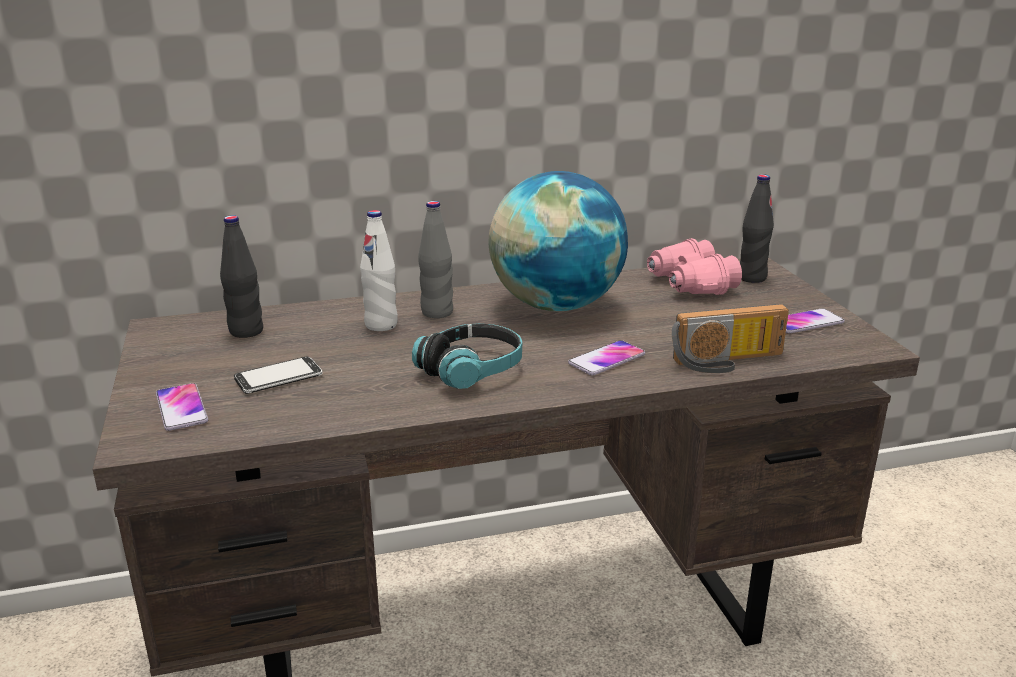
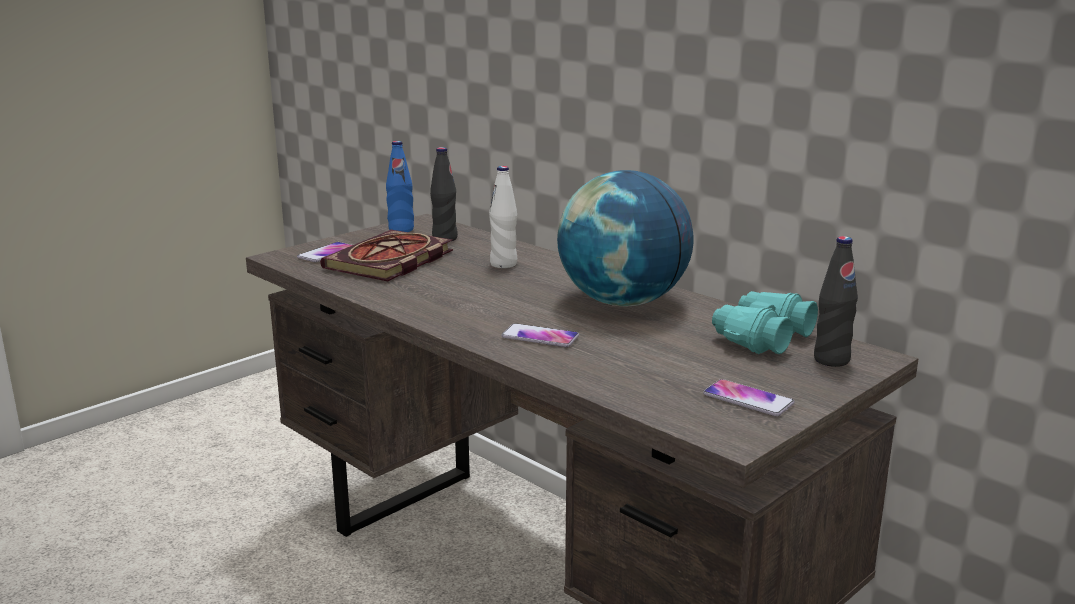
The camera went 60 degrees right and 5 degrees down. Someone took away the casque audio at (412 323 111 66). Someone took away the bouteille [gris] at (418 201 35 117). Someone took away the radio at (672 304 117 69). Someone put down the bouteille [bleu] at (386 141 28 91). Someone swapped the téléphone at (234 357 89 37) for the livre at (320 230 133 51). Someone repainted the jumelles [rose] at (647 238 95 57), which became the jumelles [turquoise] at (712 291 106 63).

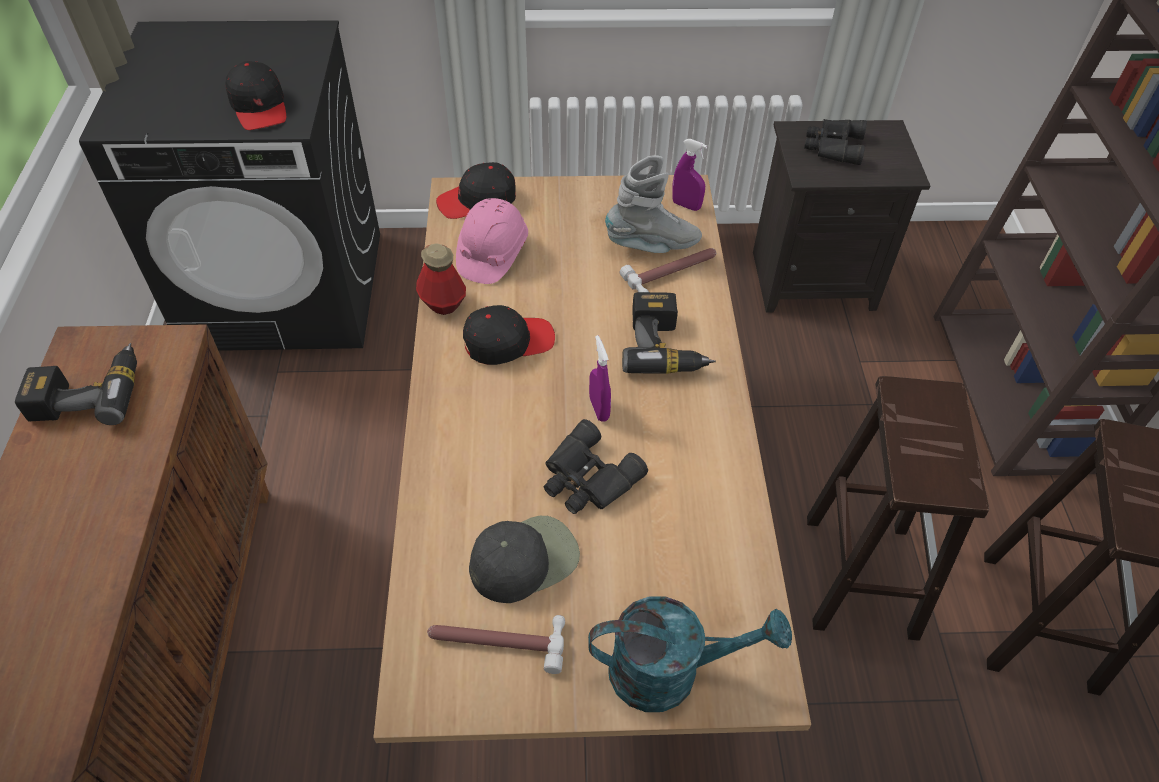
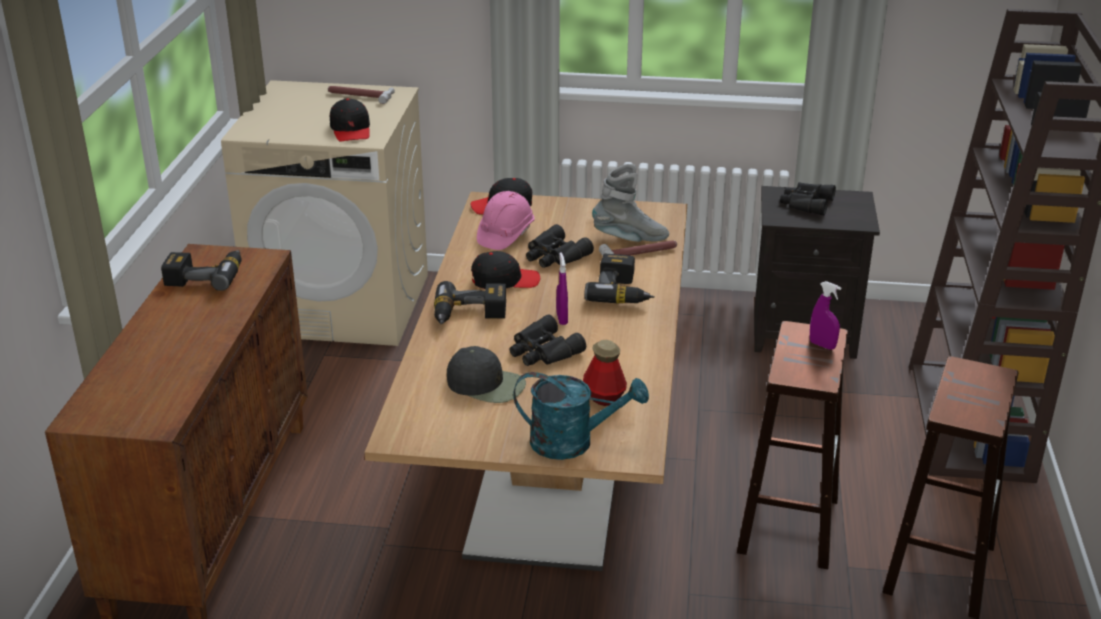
The camera went 10 degrees right and 20 degrees down. Someone put down the perceuse at (434 281 72 43). Someone put down the jumelles [noir] at (526 224 68 44). Someone carried the bouteille from (416 243 50 72) to (583 340 44 66). Someone carried the marteau from (427 615 138 59) to (328 86 67 18). Someone carried the vaporisateur [violet] from (672 139 35 72) to (810 281 31 69). Someone repainted the lave-linge [noir] at (79 20 301 331), which became the lave-linge [beige] at (221 80 207 266). Someone rotated the casquette [noir] at (469 516 111 87) by 45 degrees clockwise.

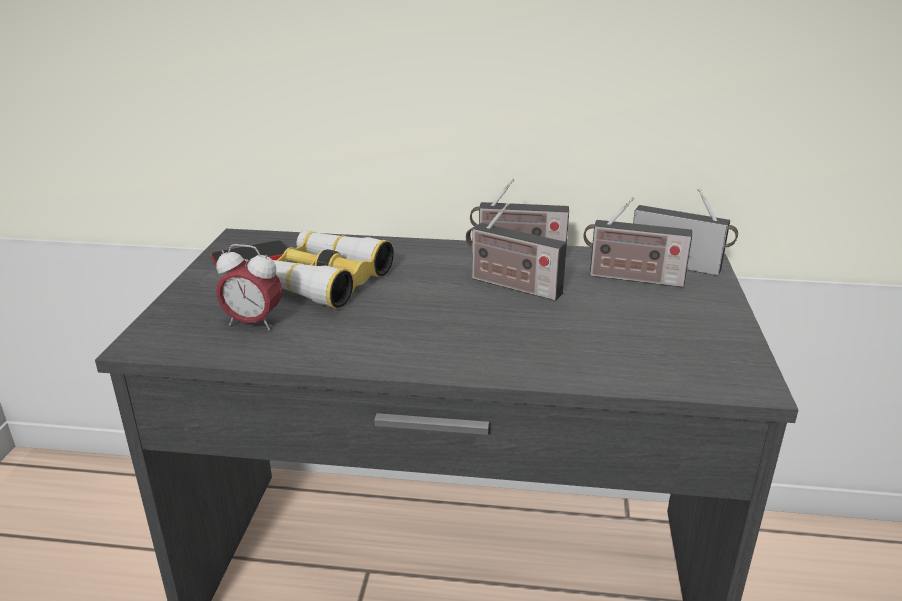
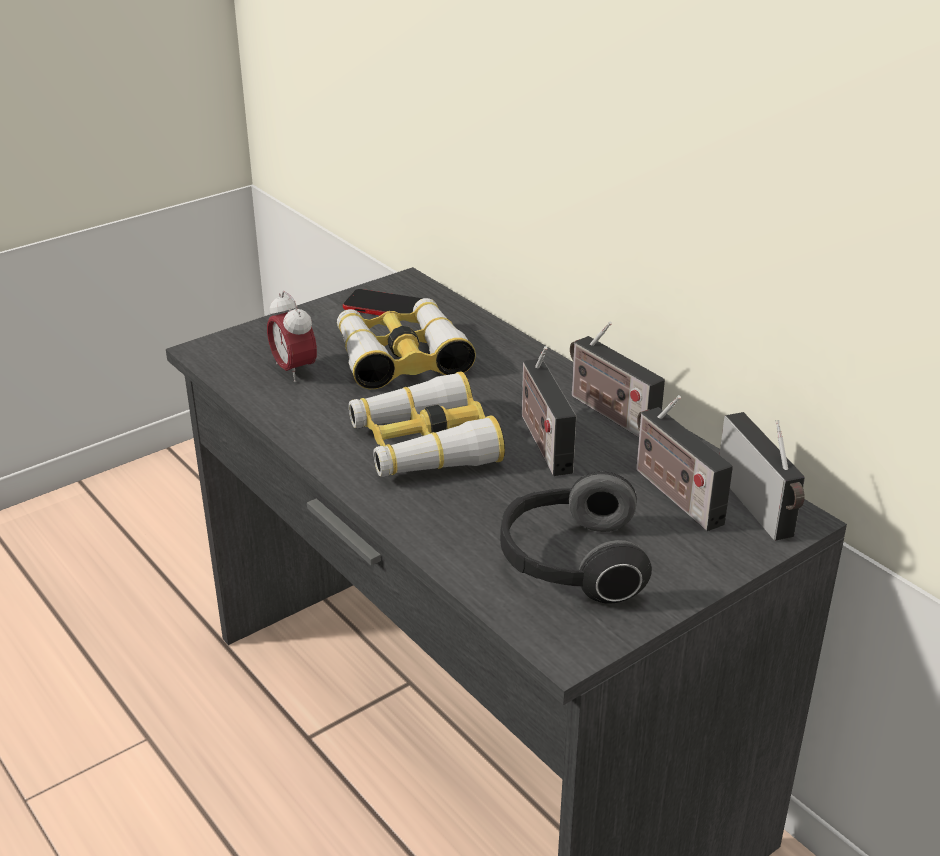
The camera went 45 degrees right and 5 degrees up. Someone put down the jumelles at (349 372 156 105). Someone put down the casque audio at (500 471 152 132).

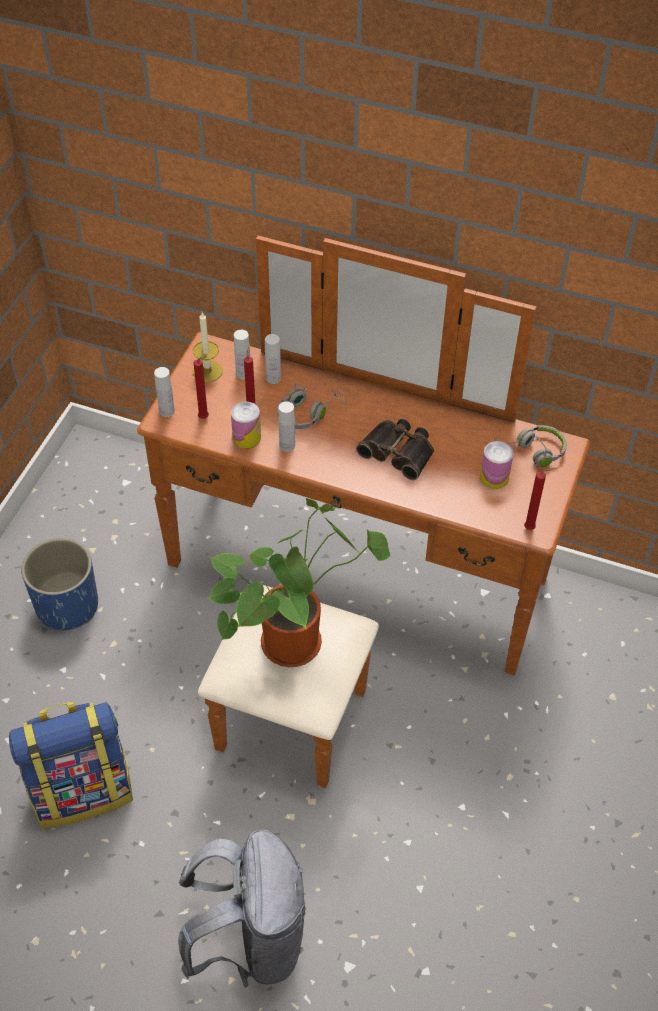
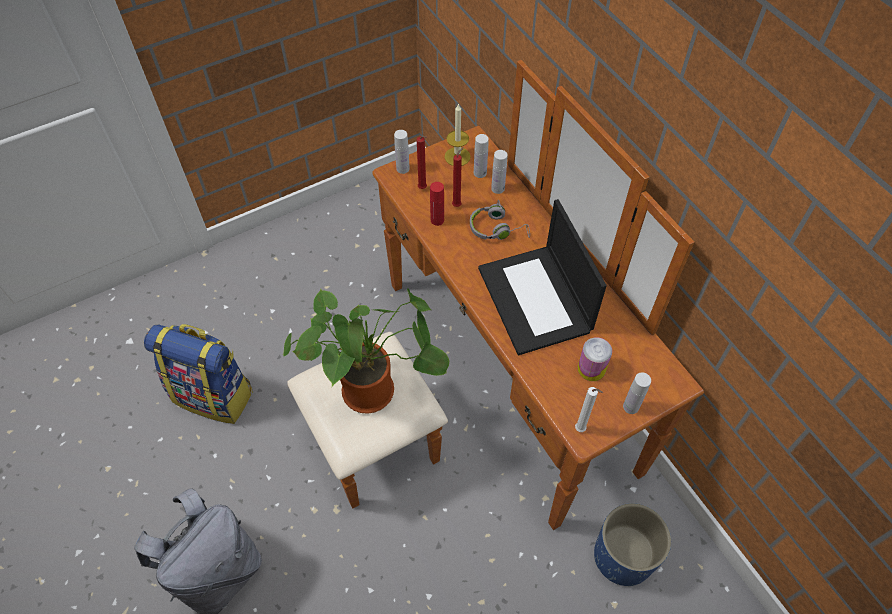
The camera went 40 degrees right and 5 degrees up. Someone took away the casque audio [gris] at (494 425 73 42). Someone carried the cache-pot [bleu] from (21 538 77 92) to (594 503 77 83). Someone carried the bouteille [blanc] from (278 401 17 51) to (623 373 28 41). Someone swapped the boîte métallique at (231 402 30 47) for the bouteille [rouge] at (430 182 14 44). Someone swapped the jumelles at (356 419 78 61) for the ordinateur portable at (478 199 129 156). Someone repainted the bougie [rouge] at (524 469 28 61), which became the bougie [blanc] at (575 387 28 45).

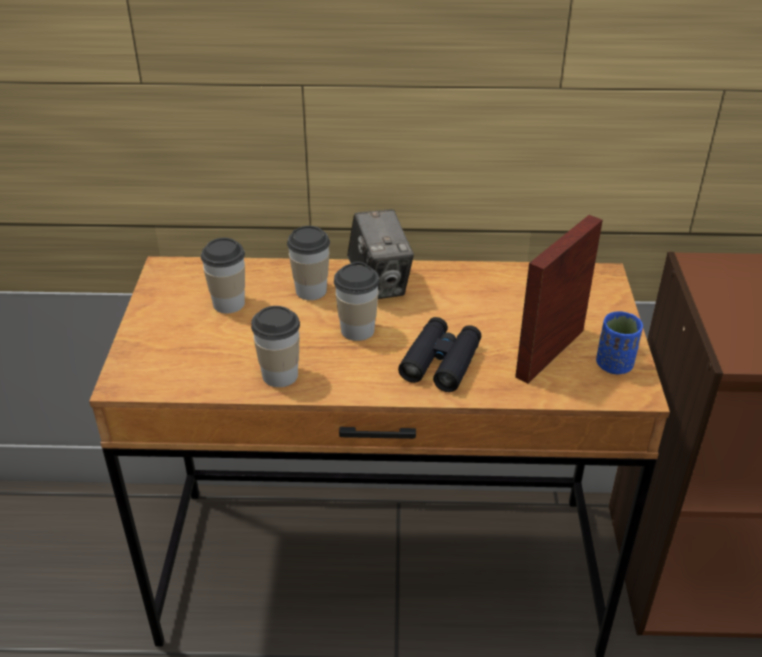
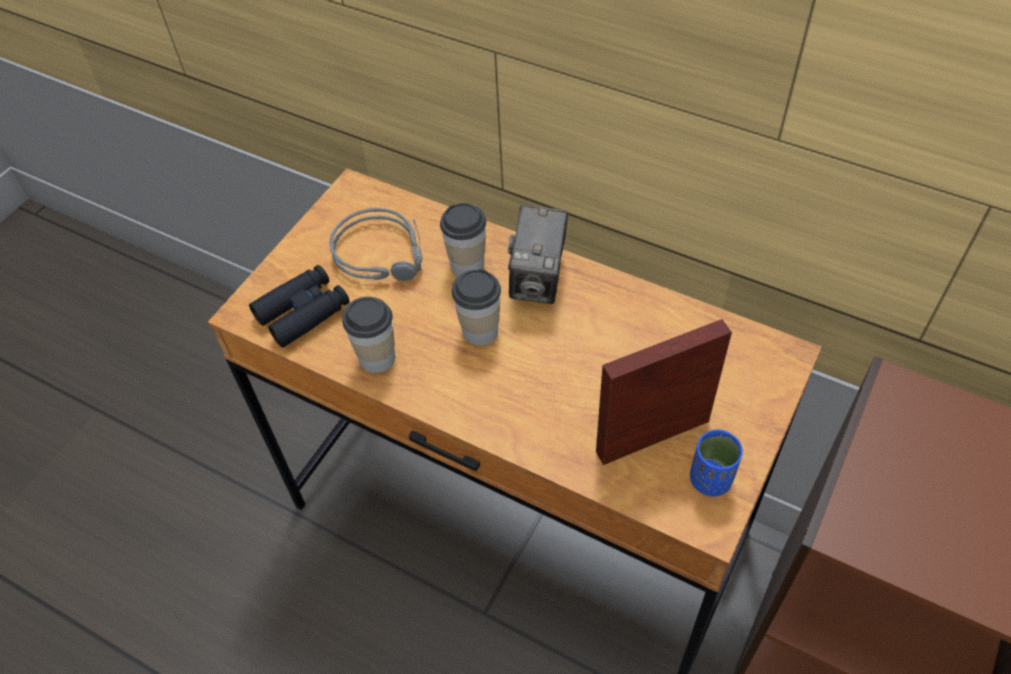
The camera went 30 degrees right and 15 degrees up. Someone carried the jumelles [noir] from (398 317 84 75) to (249 265 101 83). Someone swapped the tasse at (201 238 44 75) for the casque audio [gris] at (329 208 94 73).

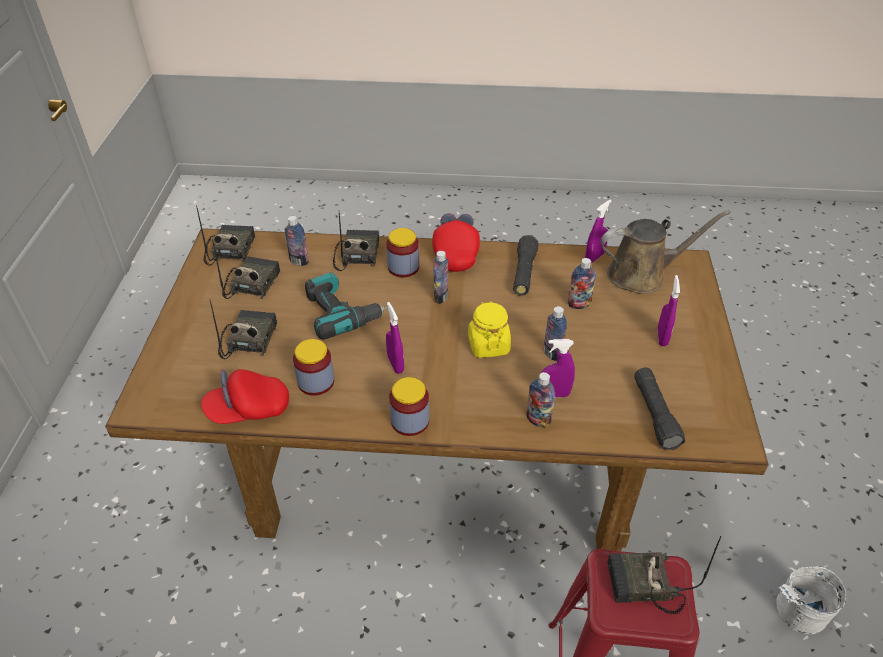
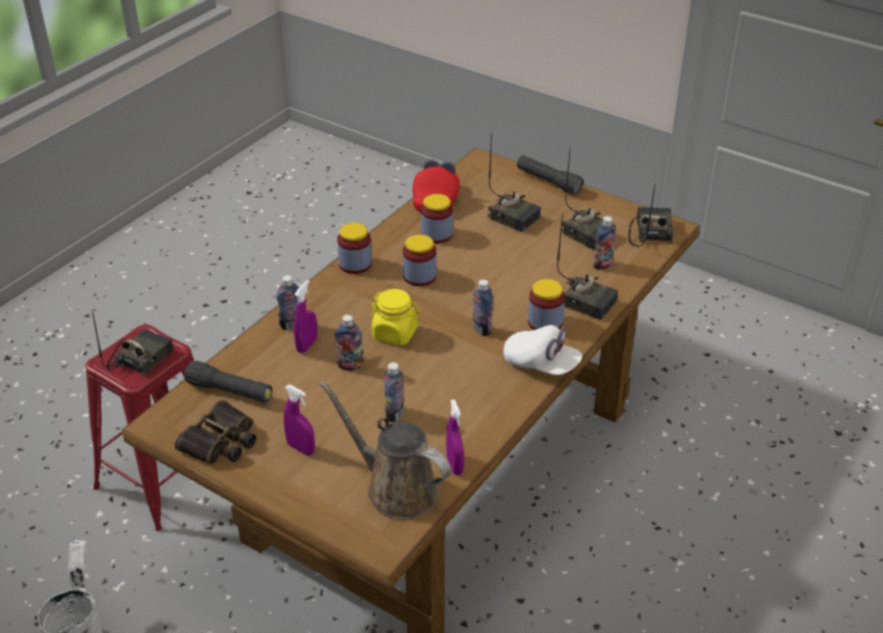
The camera went 120 degrees right and 5 degrees down. Someone took away the perceuse at (305 272 83 68). Someone put down the jumelles at (175 400 81 65). Someone carried the lampe de poche [noir] from (513 235 25 61) to (517 155 67 40). Someone swapped the vaporisateur [violet] at (386 302 18 72) for the bocal at (403 234 34 52). Someone repainted the casquette [rouge] at (432 213 48 59), which became the casquette [blanc] at (503 325 79 50). Someone rotated the radio at (196 205 59 61) by 120 degrees counterclockwise. Someone rotated the arrosoir [marron] at (601 210 130 84) by 105 degrees clockwise.

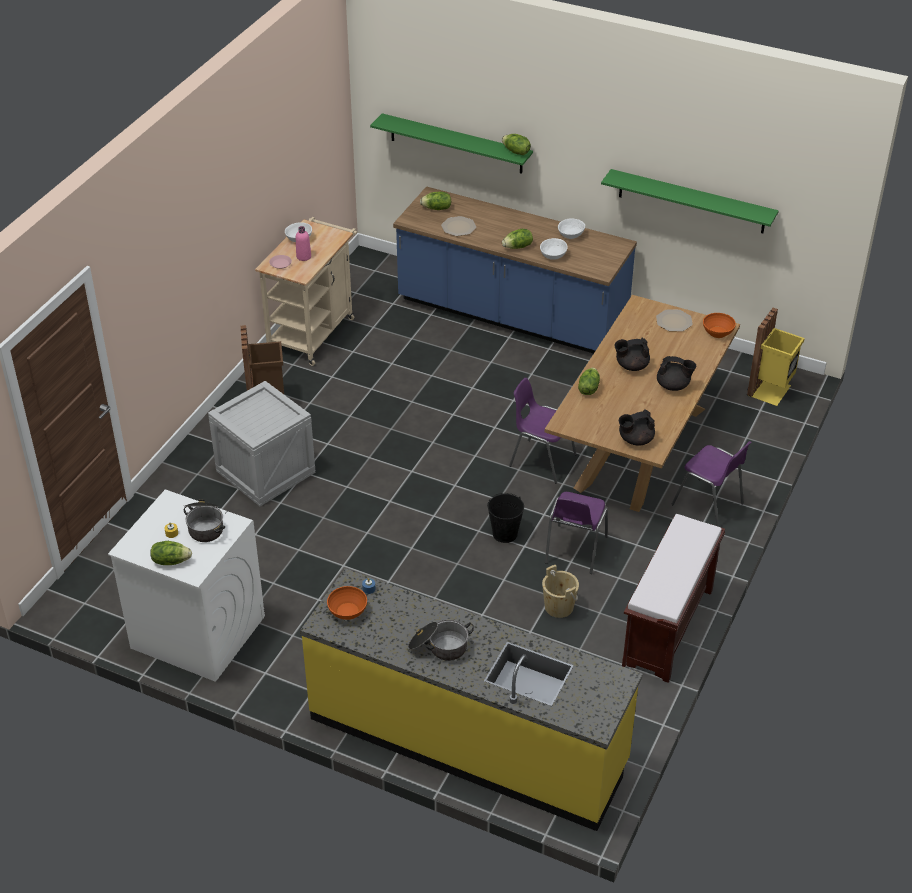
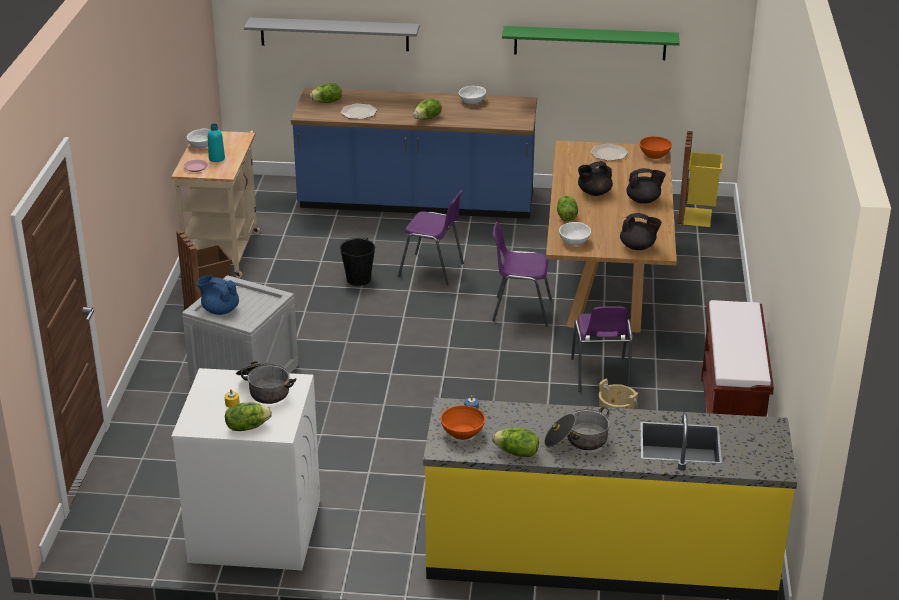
The camera went 20 degrees left and 10 degrees down. Someone put down the théière [bleu] at (197 275 42 40). Someone carried the seau [noir] from (487 493 37 50) to (340 238 35 48). Someone carried the laitue from (502 134 29 21) to (492 428 47 29). Someone carried the bol [blanc] from (540 238 28 22) to (559 222 32 23). Someone carried the chaise [violet] from (672 441 80 86) to (398 190 66 95). Someone repainted the bouteille [rose] at (296 226 15 35), which became the bouteille [turquoise] at (208 124 17 38). Someone repainted the étagère [vert] at (370 113 163 61), which became the étagère [gris] at (244 17 176 34). Someone rotated the théière [noir] at (619 409 36 37) by 120 degrees counterclockwise.

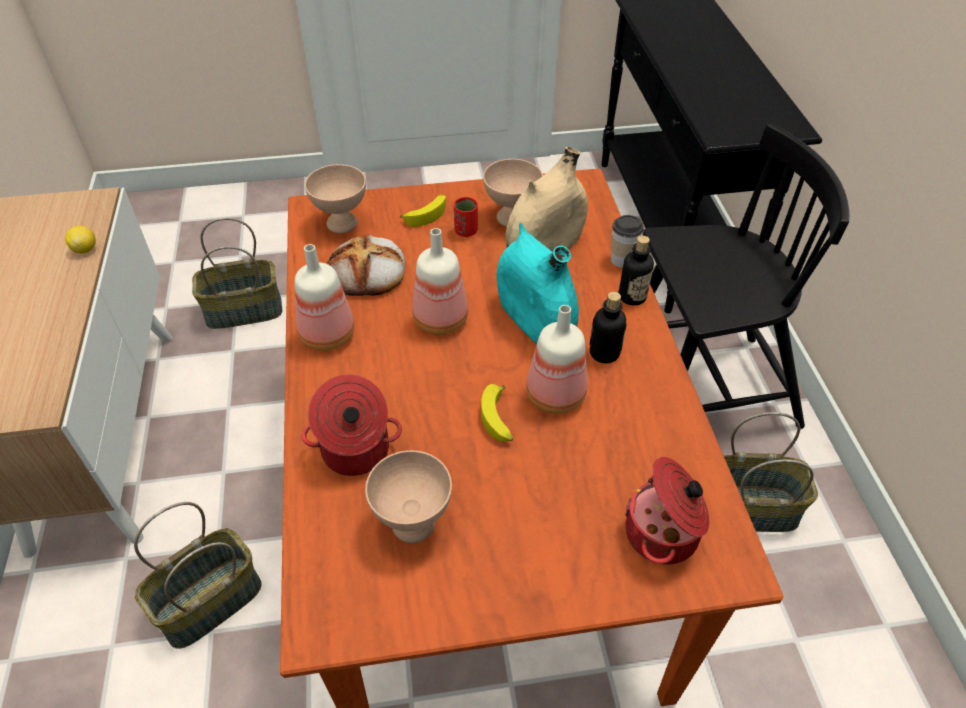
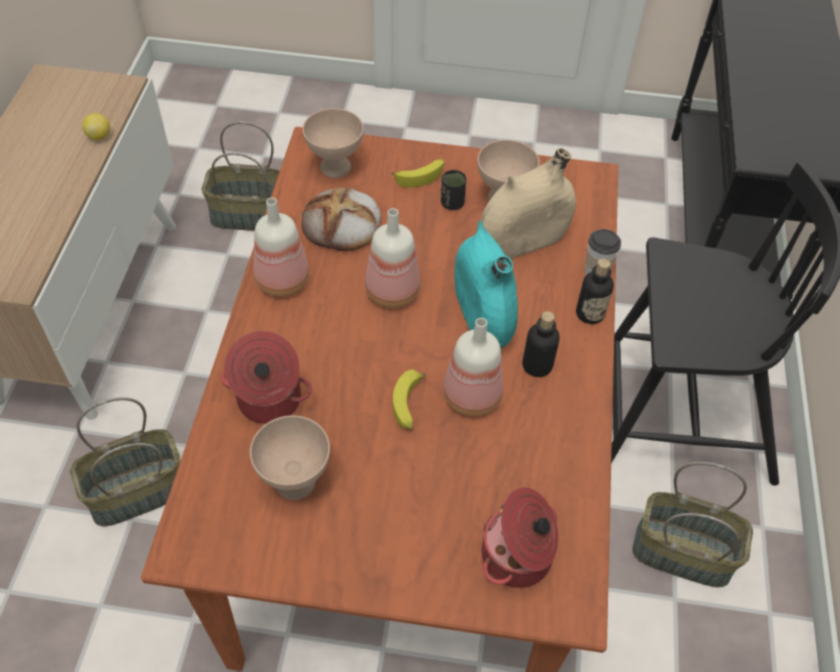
The camera went 15 degrees right and 5 degrees up. Someone repainted the tasse [rouge] at (454 197 24 40), which became the tasse [noir] at (441 170 26 40).

